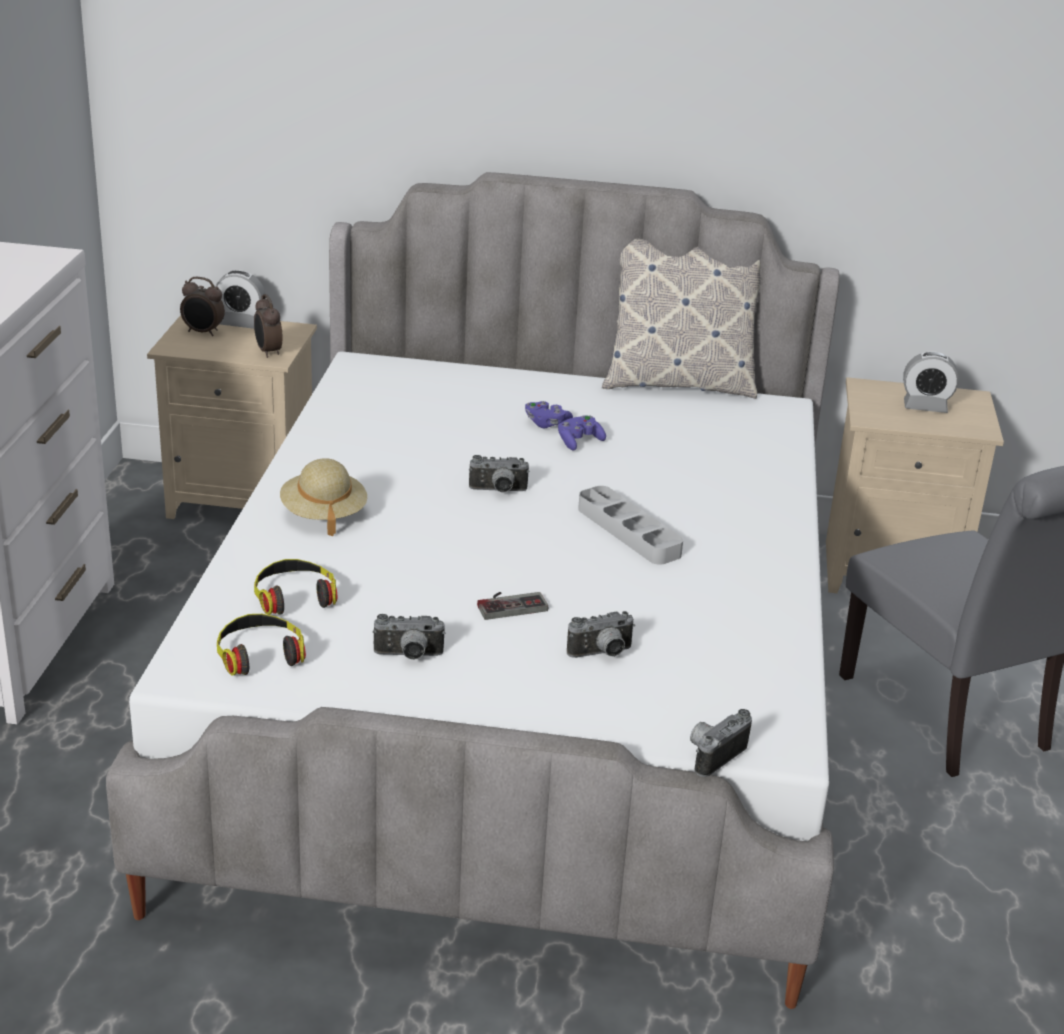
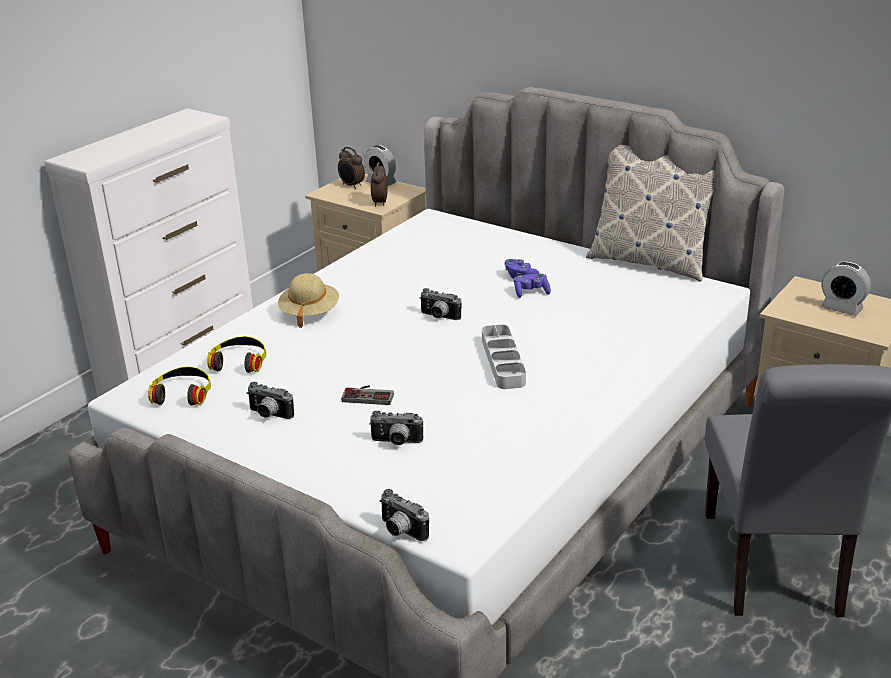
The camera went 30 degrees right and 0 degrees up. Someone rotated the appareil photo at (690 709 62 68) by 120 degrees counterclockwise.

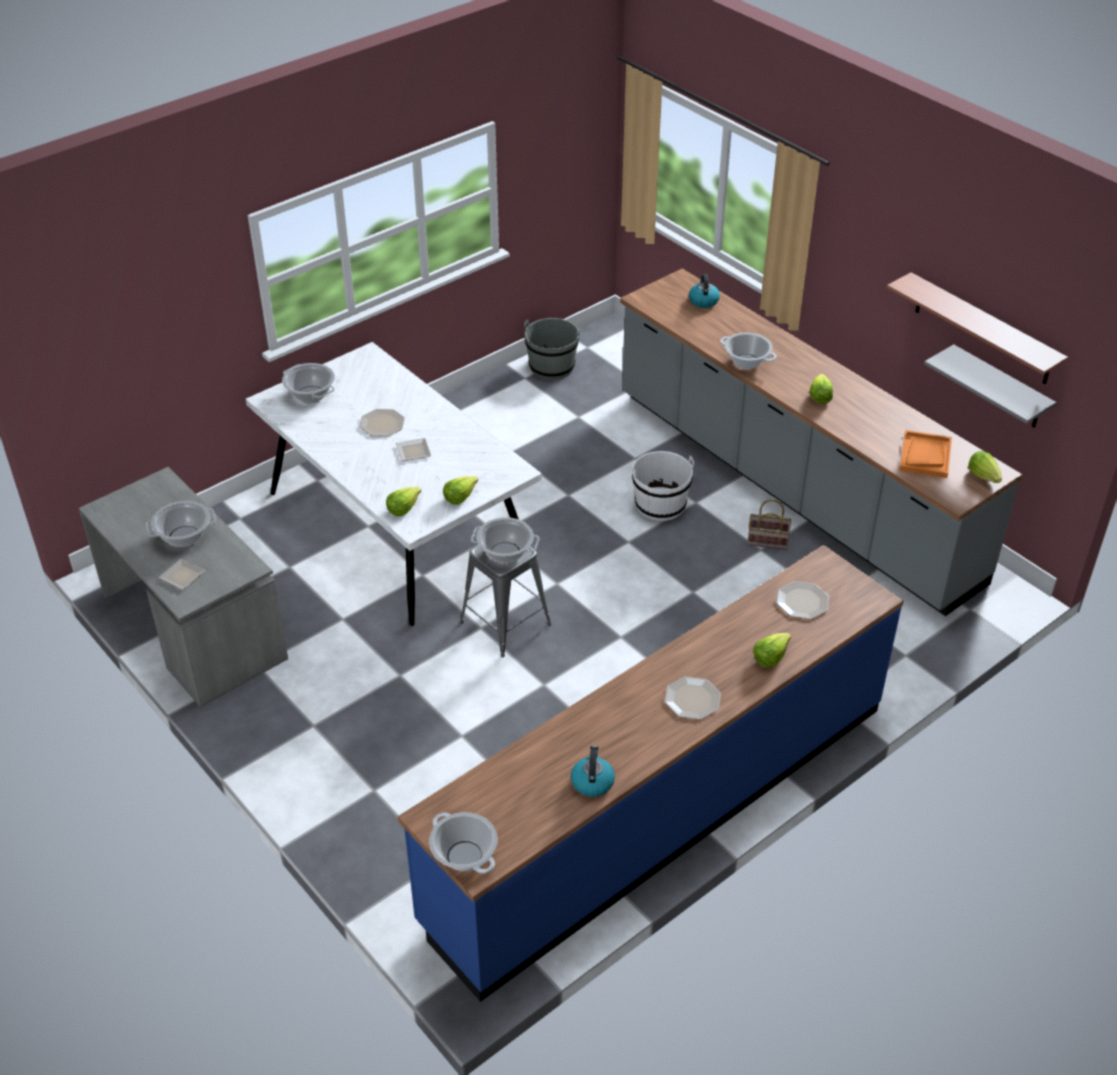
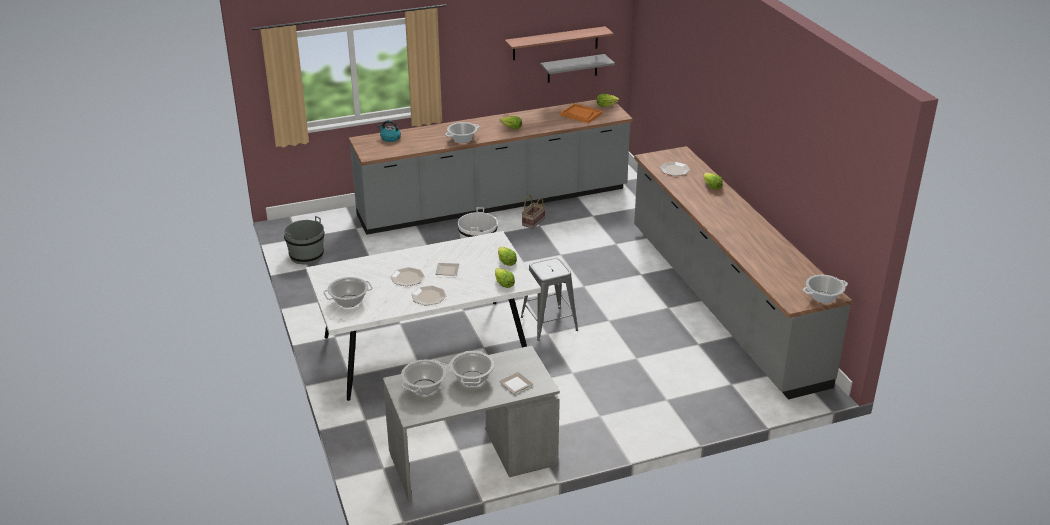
The camera went 70 degrees left and 10 degrees down. Someone took away the bouilloire at (571 745 44 52). Someone carried the marmite from (471 517 69 46) to (401 359 46 36). Someone carried the assiette from (664 676 57 44) to (411 286 35 19). Someone repainted the comptoir de cuisine [bleu] at (398 545 505 457), which became the comptoir de cuisine [gris] at (634 146 218 253).

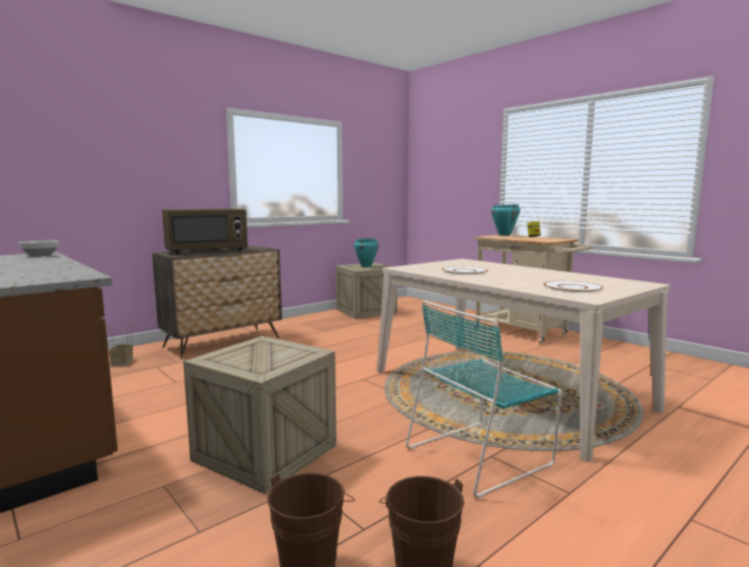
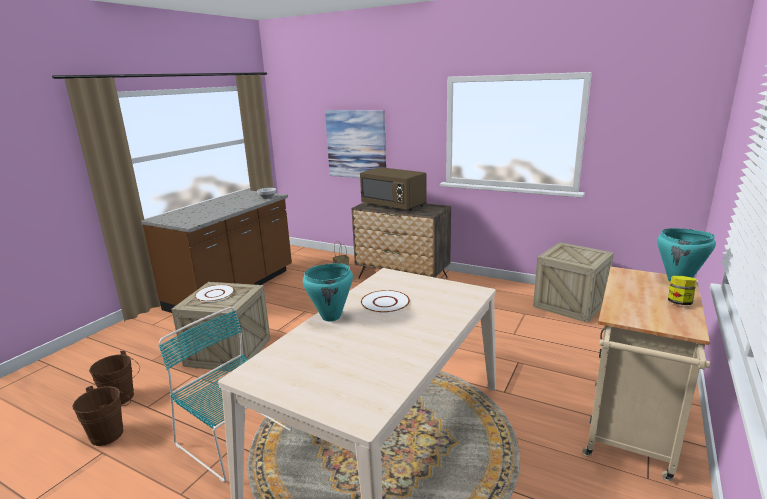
The camera went 70 degrees right and 10 degrees up. Someone put up the tableau at (325 110 61 68). Someone carried the marmite [turquoise] from (354 238 25 29) to (303 263 50 58). Someone carried the assiette [blanc] from (544 281 59 12) to (194 285 41 17).

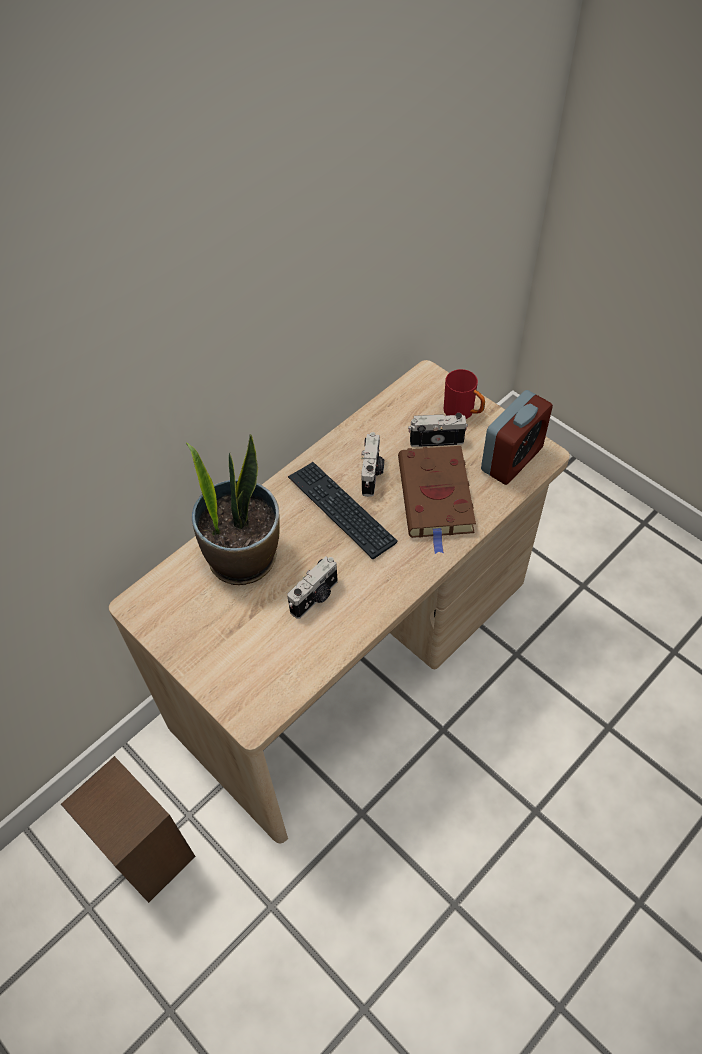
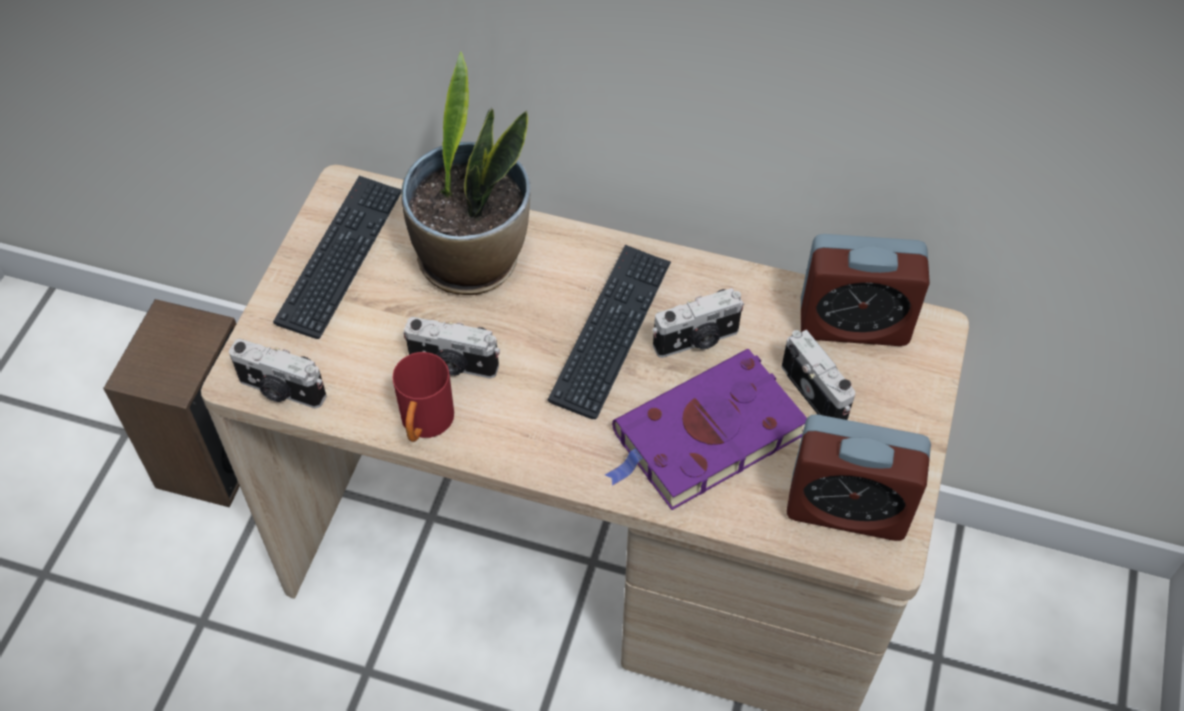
The camera went 60 degrees right and 0 degrees up. Someone put down the appareil photo at (229 339 98 70). Someone put down the clavier at (273 176 129 163). Someone put down the réveil at (801 234 129 112). Someone carried the mug [rouge] from (444 369 41 50) to (392 352 62 90). Someone repainted the livre [marron] at (398 446 78 108), which became the livre [violet] at (605 349 202 161).

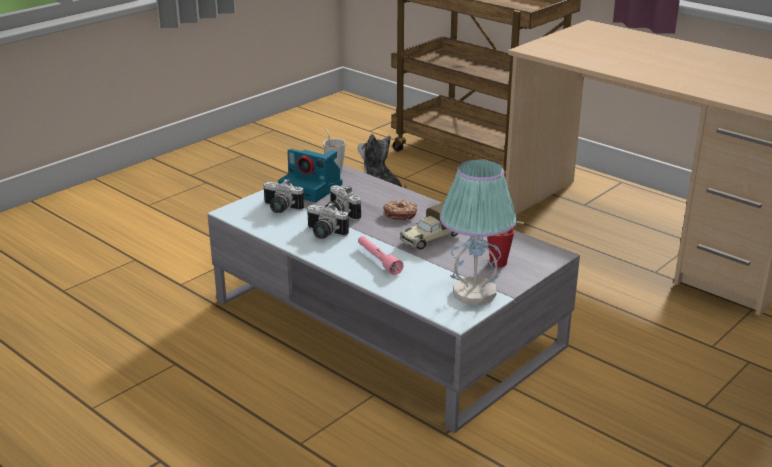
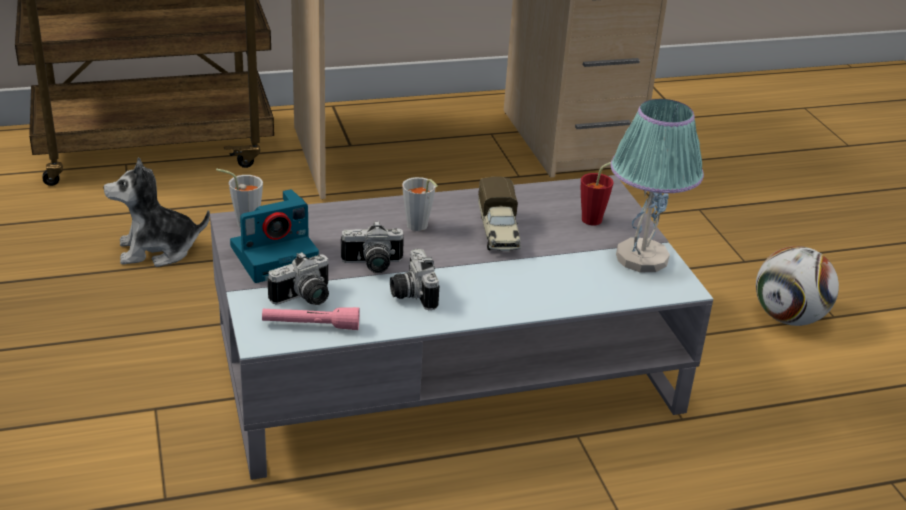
The camera went 60 degrees left and 5 degrees up. Someone put down the ballon de foot at (756 246 83 80). Someone carried the lampe de poche [rose] from (358 236 45 39) to (262 307 97 23). Someone swapped the beignet at (383 200 34 20) for the tasse [gris] at (402 177 36 54). Someone rotated the appareil photo at (307 203 42 36) by 105 degrees clockwise.

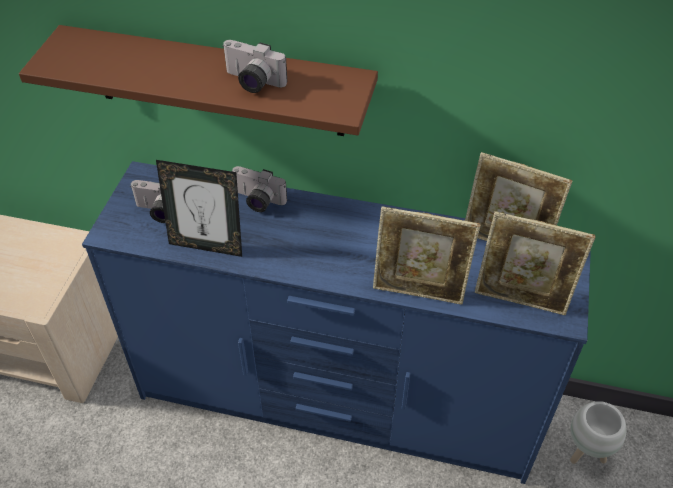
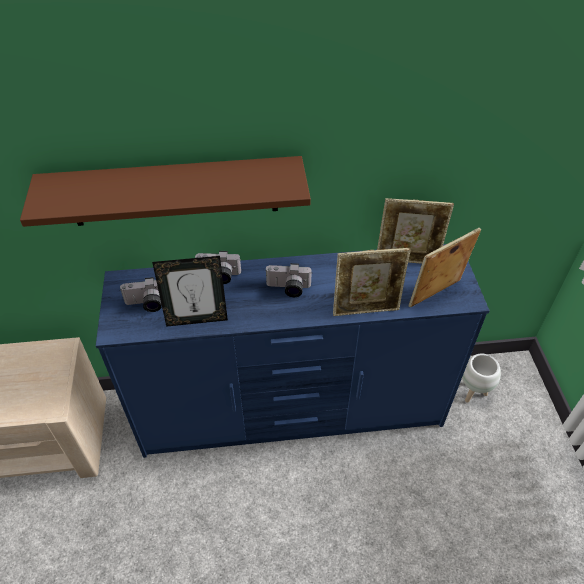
The camera went 20 degrees left and 0 degrees up. Someone carried the appareil photo from (222 40 65 53) to (265 263 47 34). Someone rotated the cadre photo at (475 211 121 104) by 150 degrees clockwise.

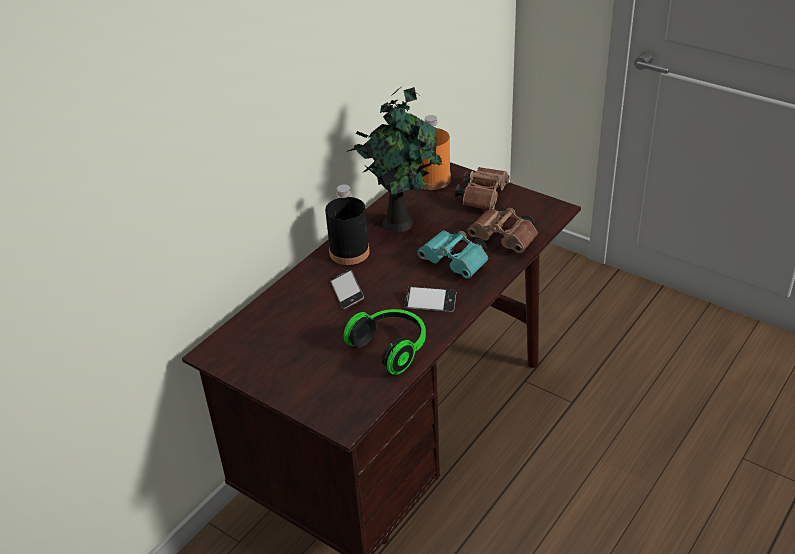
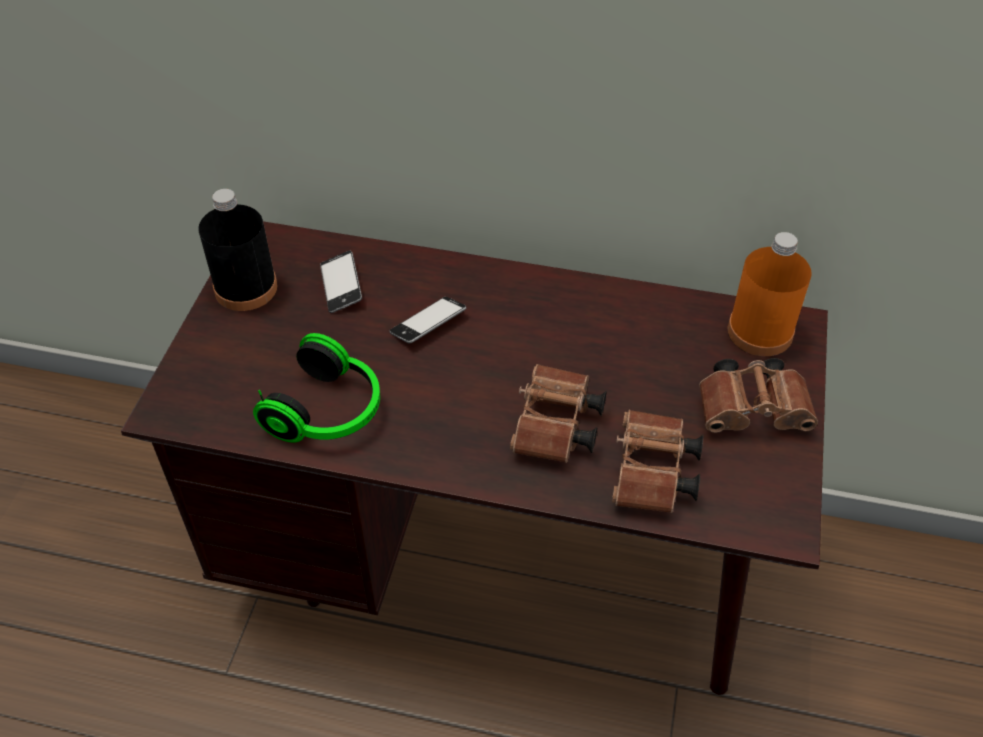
The camera went 65 degrees right and 10 degrees up. Someone took away the plante en pot at (349 87 93 146). Someone carried the bouteille [noir] from (325 185 45 80) to (198 189 80 122). Someone carried the téléphone from (405 287 51 25) to (320 250 42 63). Someone repainted the jumelles [turquoise] at (418 230 70 48), which became the jumelles [marron] at (510 364 97 99).

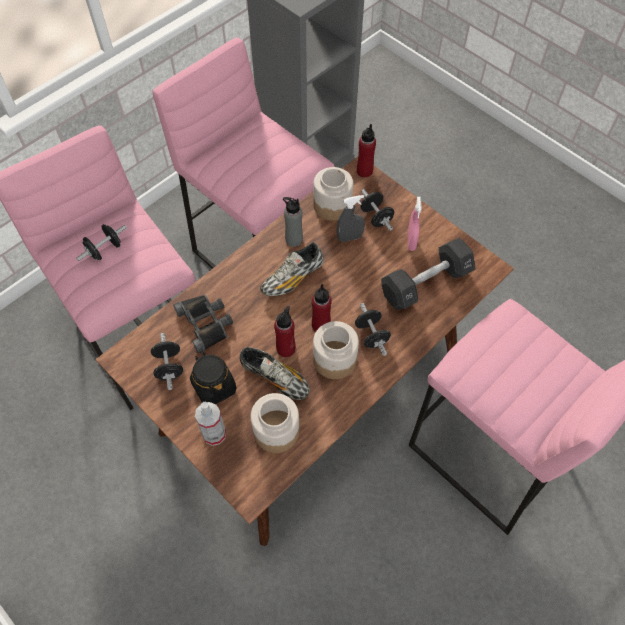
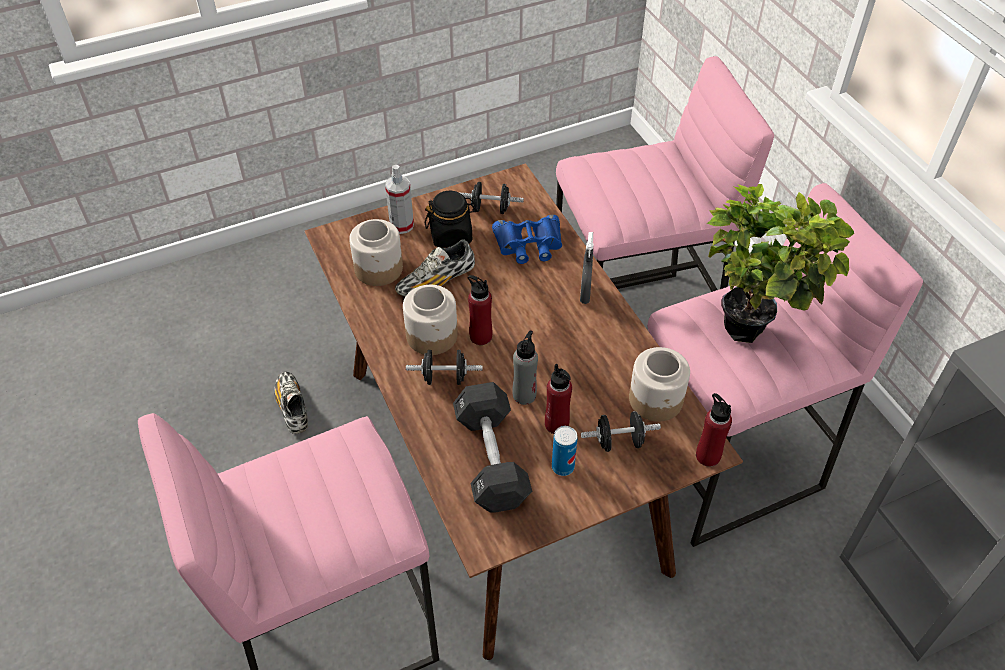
The camera went 110 degrees right and 10 degrees down. Someone took away the haltère [noir] at (76 224 51 37). Someone put down the plante en pot at (707 184 147 159). Someone carried the chaussure from (260 242 63 54) to (274 372 34 62). Someone carried the bouteille [rouge] from (274 306 22 51) to (545 363 27 71). Someone carried the bouteille [gris] from (283 197 20 50) to (512 330 26 75). Someone carried the vaporisateur [gris] from (337 195 28 47) to (580 232 14 72). Someone swapped the vaporisateur [rose] at (407 197 15 54) for the boîte métallique at (552 426 26 50). Someone repainted the jumelles [noir] at (173 294 60 60), which became the jumelles [bleu] at (492 215 70 49).

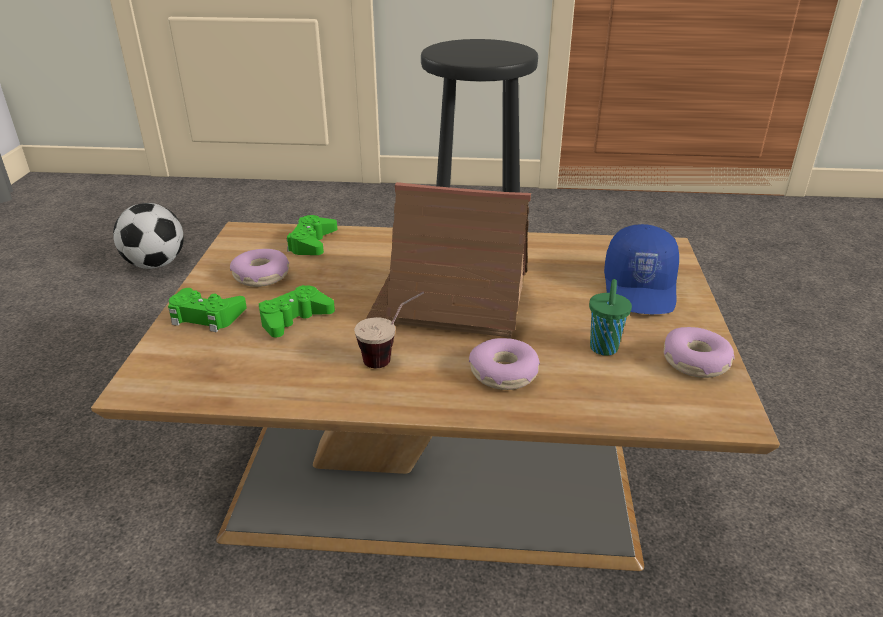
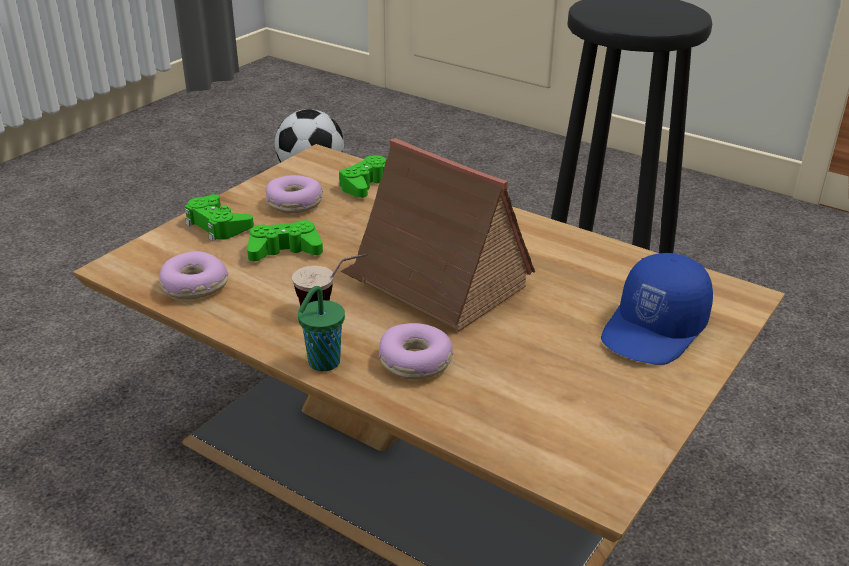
The camera went 30 degrees right and 0 degrees up. Someone carried the tasse [vert] from (589 279 43 77) to (298 286 47 86). Someone carried the beignet from (664 327 71 51) to (159 251 69 49).

